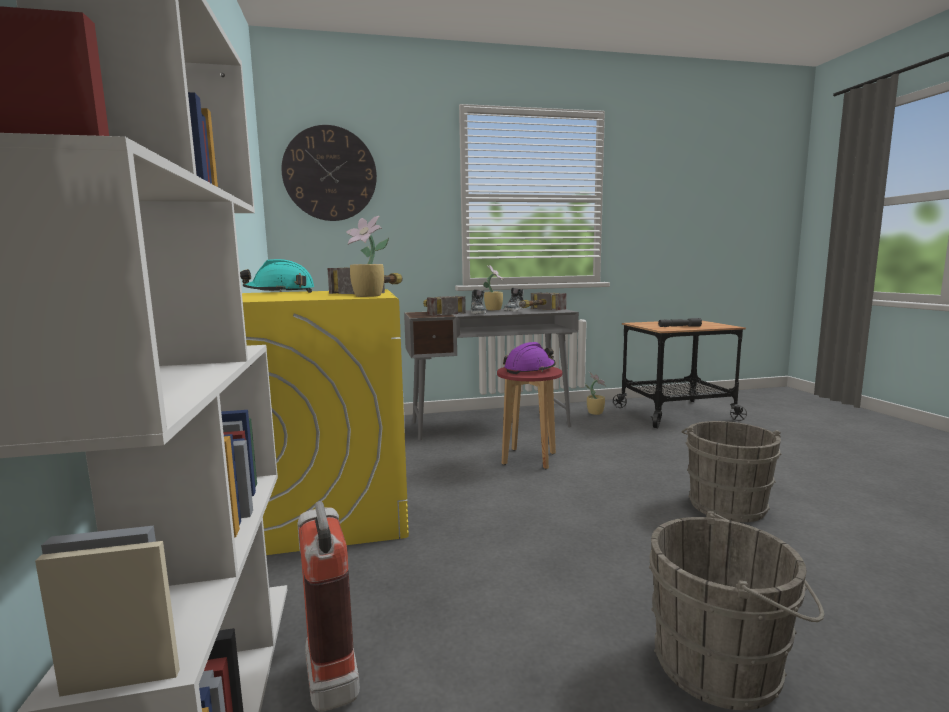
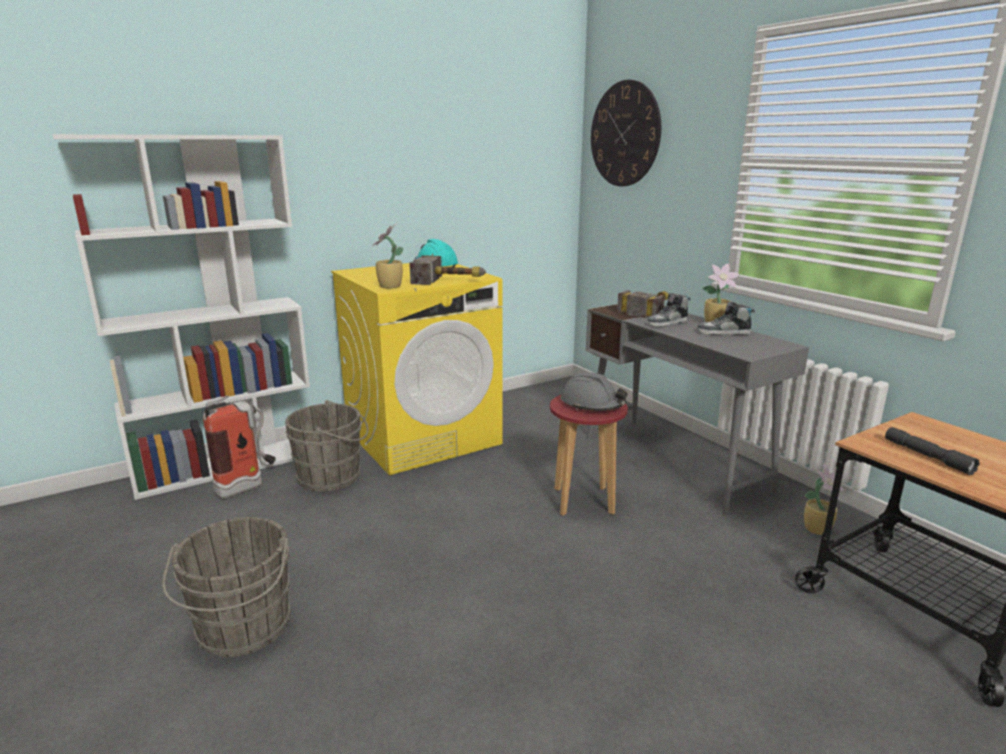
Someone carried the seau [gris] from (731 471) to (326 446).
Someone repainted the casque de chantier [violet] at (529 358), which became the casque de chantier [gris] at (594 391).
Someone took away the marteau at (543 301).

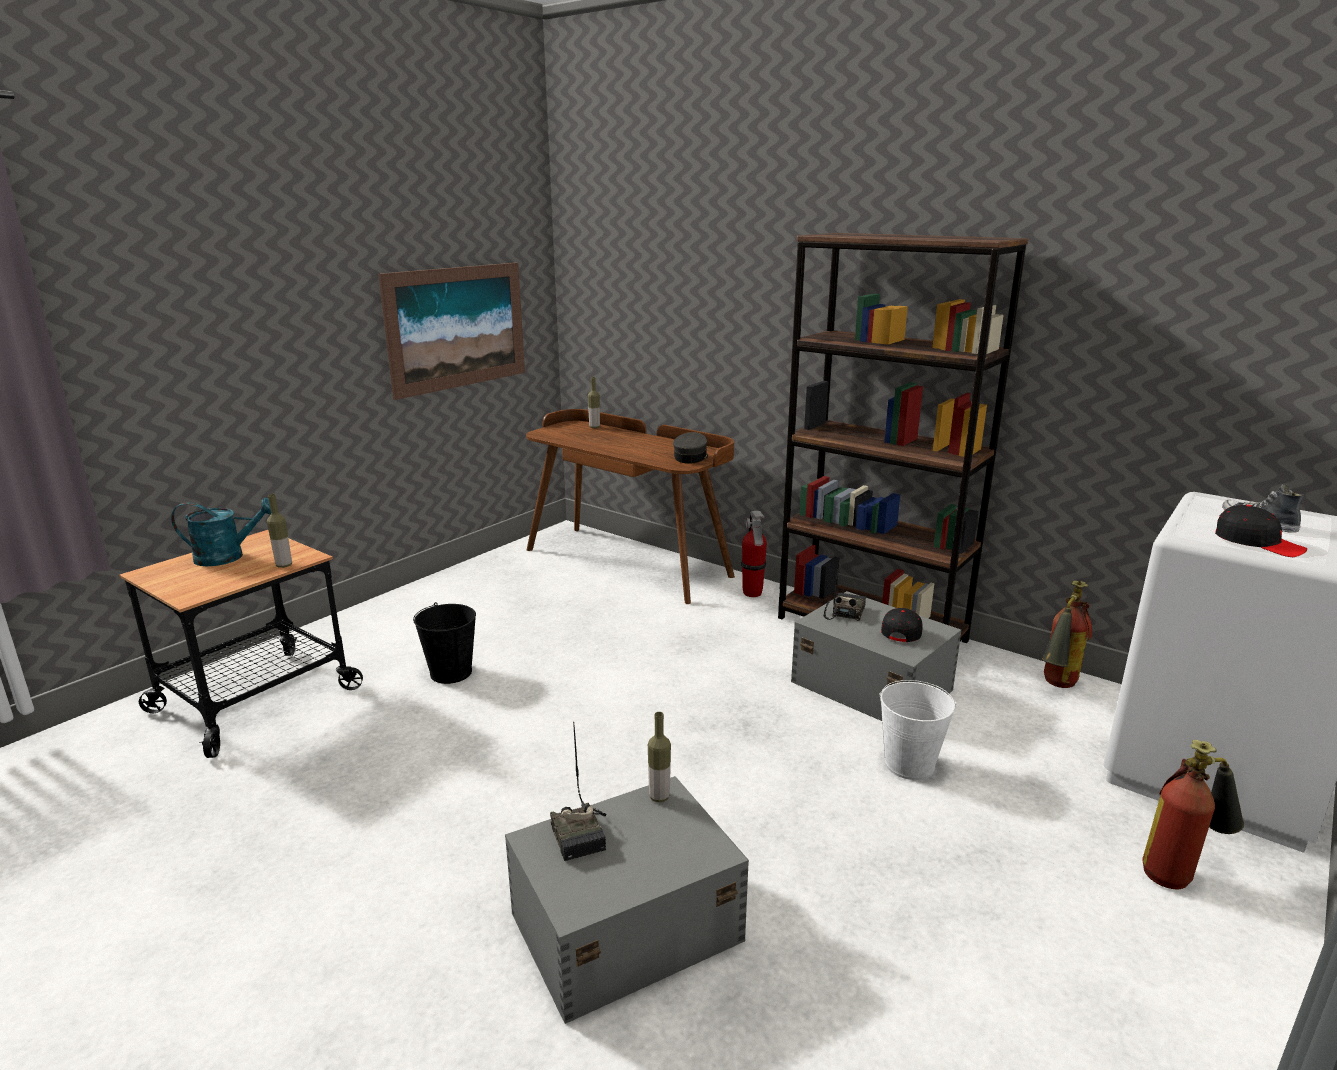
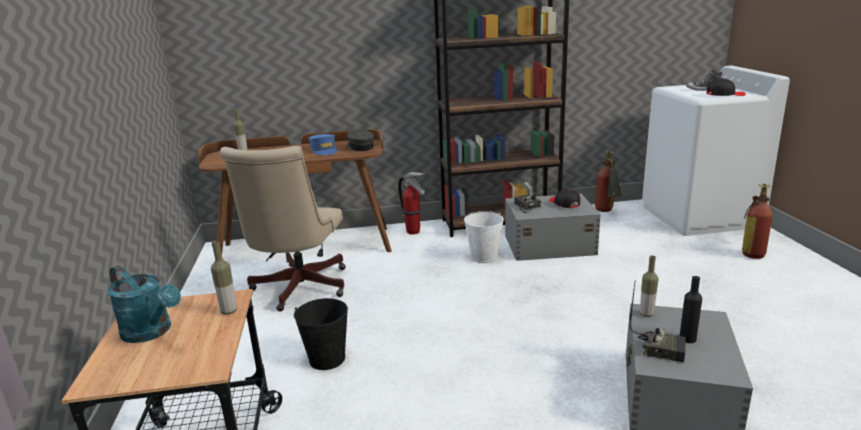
Someone rotated the arrosoir [turquoise] at (221 532) by 90 degrees clockwise.
Someone put down the chaise de bureau [beige] at (283 228).
Someone put down the casquette [bleu] at (323 144).
Someone carried the seau [blanc] from (918 730) to (484 237).
Someone put down the bouteille [noir] at (691 309).
Someone took away the tableau at (451 331).

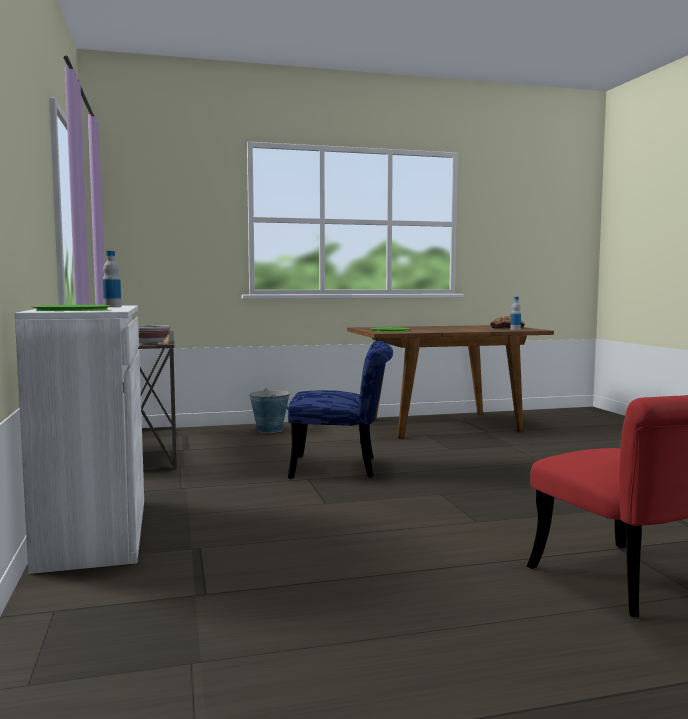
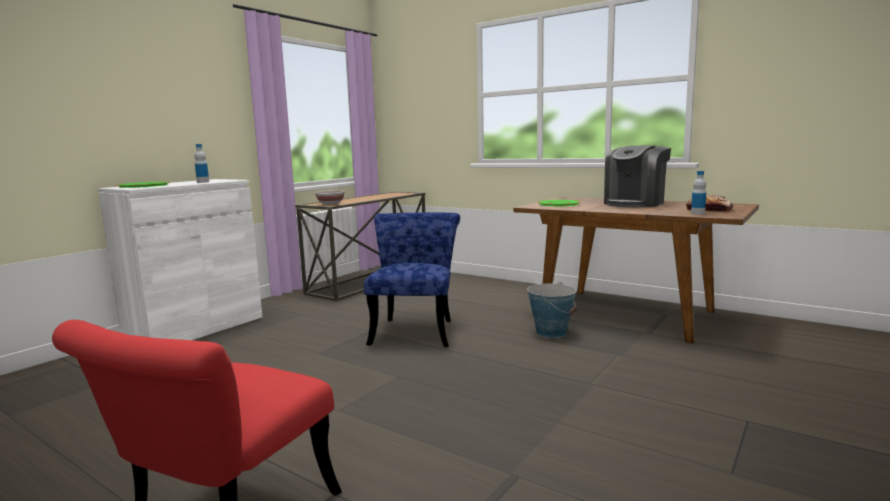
Someone rotated the chaise [bleu] at (340 410) by 135 degrees counterclockwise.
Someone carried the seau from (269 410) to (552 310).
Someone put down the machine à café at (637 176).

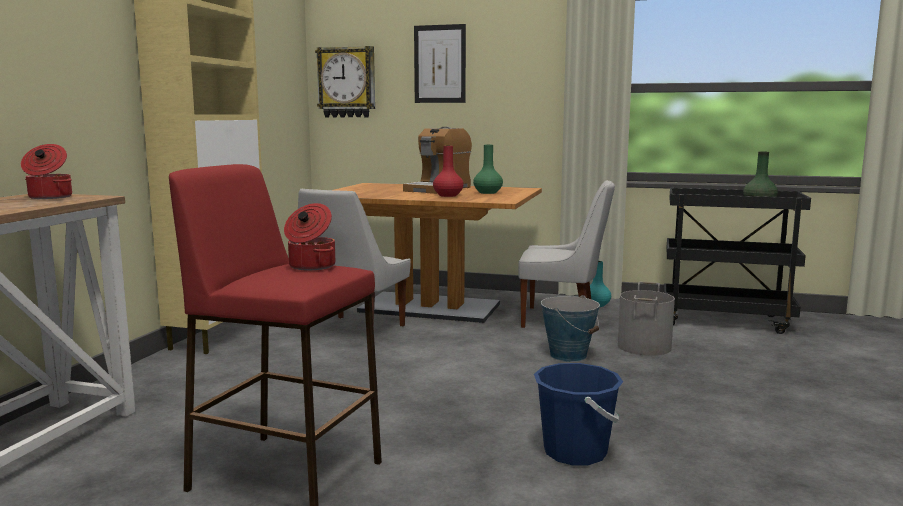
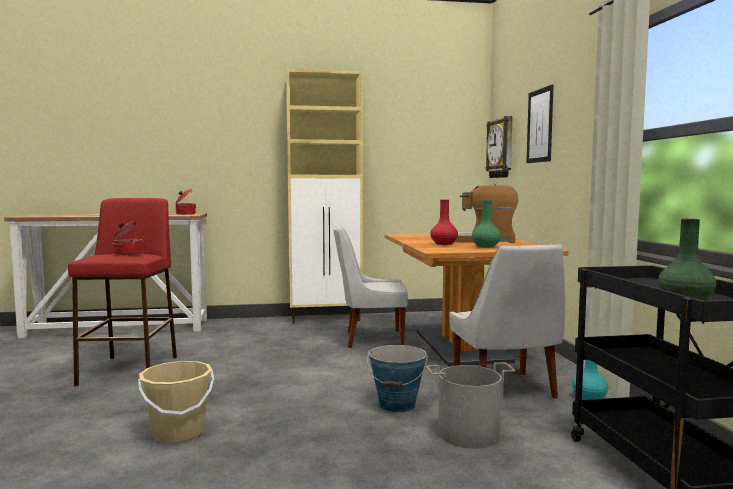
Someone repainted the seau [bleu] at (578 414), which became the seau [beige] at (176 402).

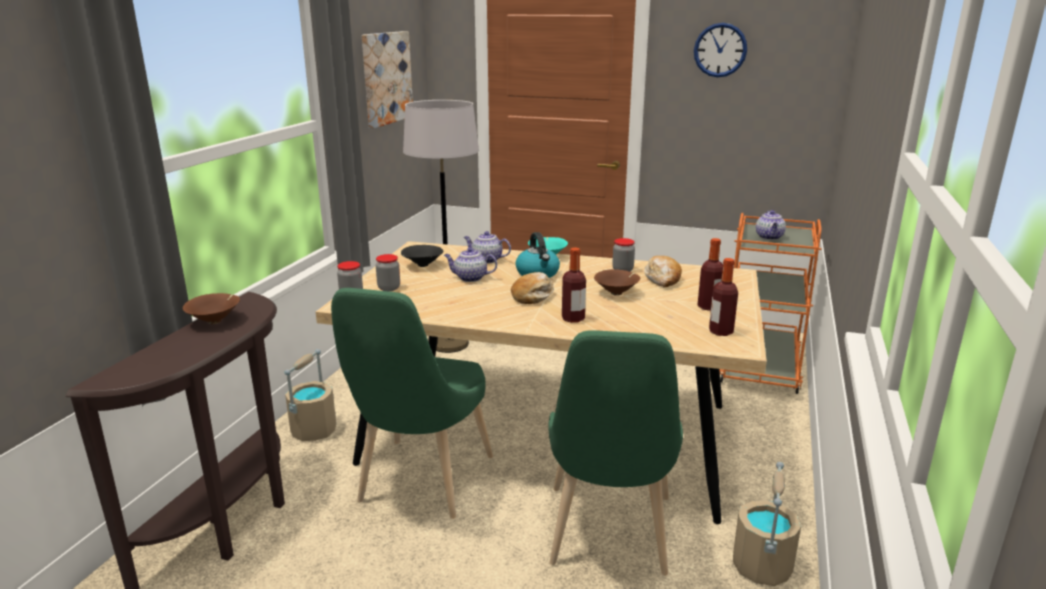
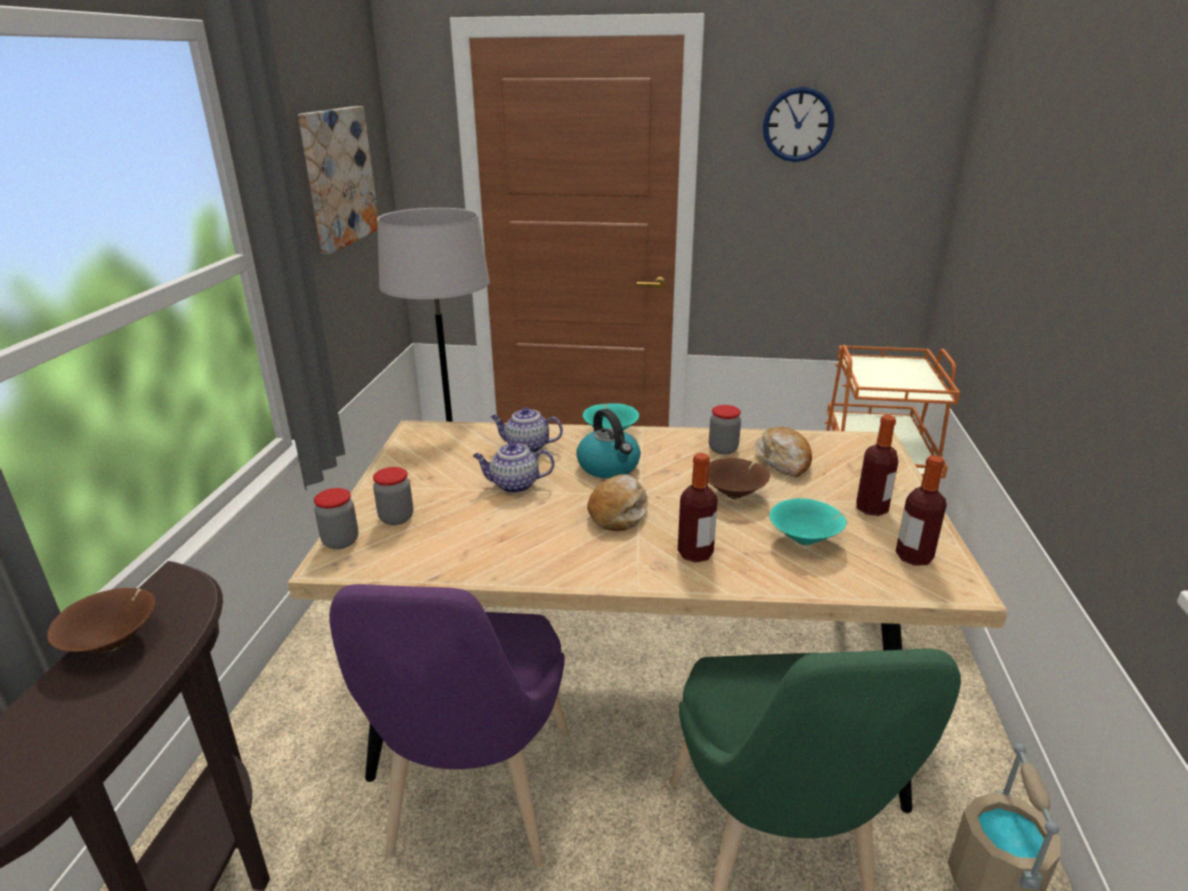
Someone repainted the chaise [vert] at (412 403), which became the chaise [violet] at (449 725).
Someone put down the bol [turquoise] at (808 522).
Someone took away the seau [beige] at (310 395).
Someone took away the bol [noir] at (422 256).
Someone took away the théière at (771 225).

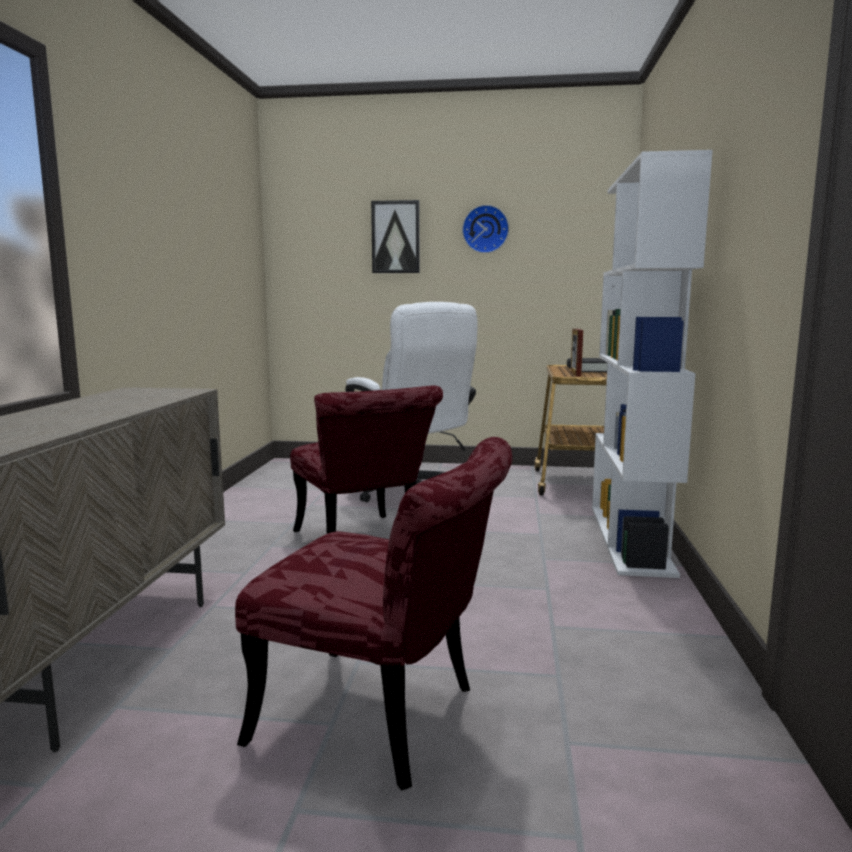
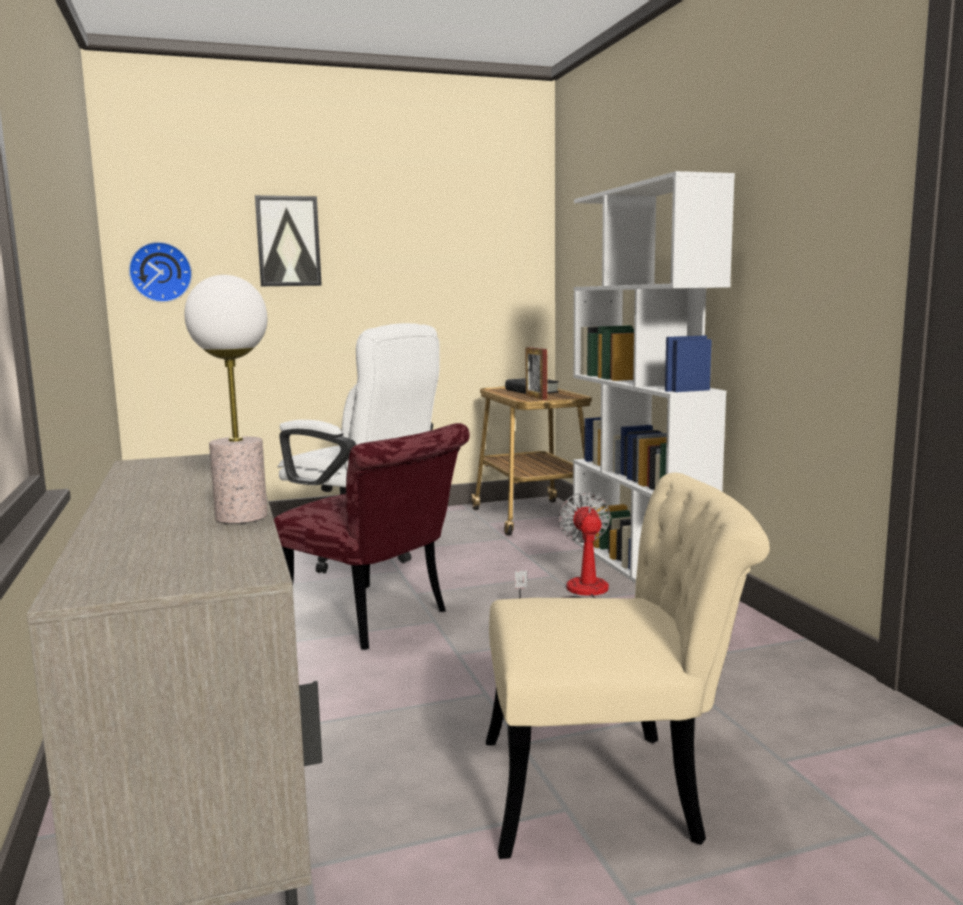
Someone carried the horloge murale from (485 229) to (160 272).
Someone put down the lampe de table at (226 399).
Someone repainted the chaise [rouge] at (373 613), which became the chaise [beige] at (628 665).
Someone put down the ventilateur at (562 545).

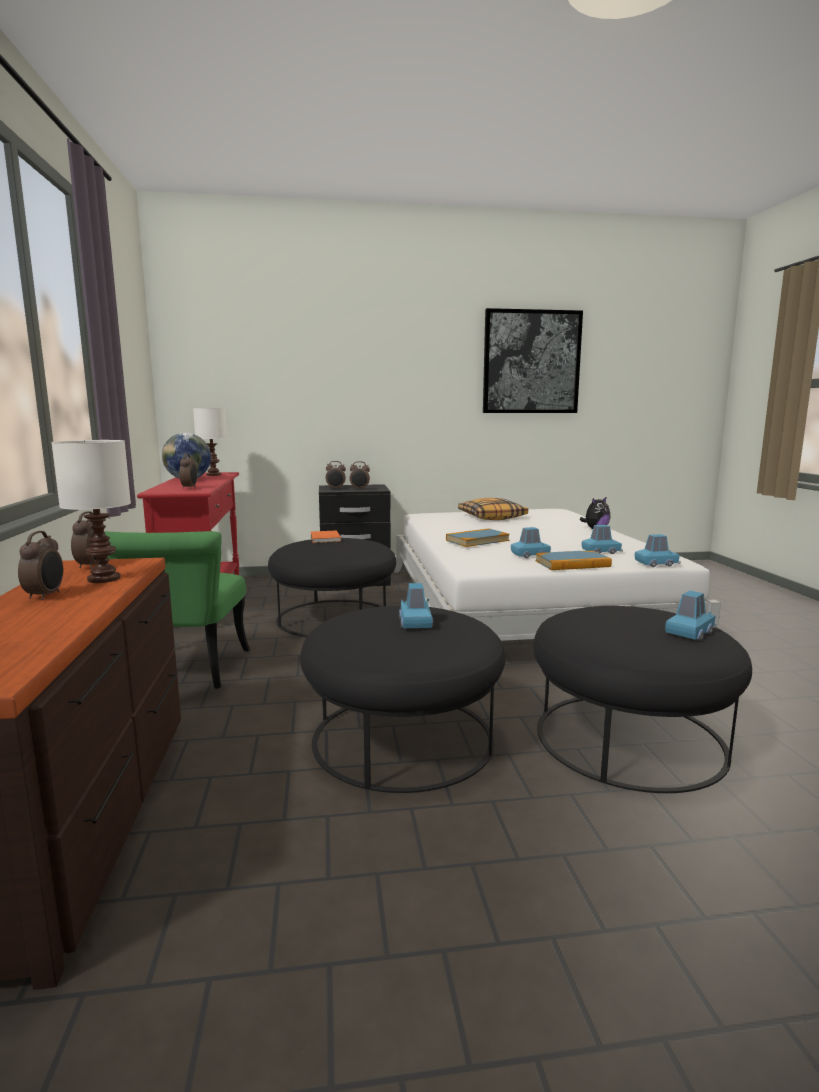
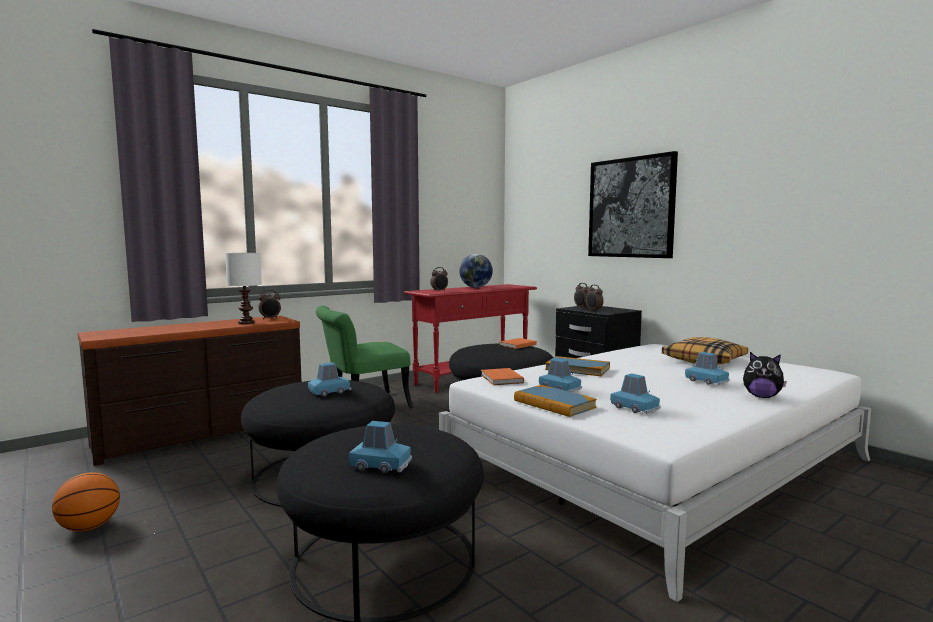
Someone put down the ballon de basket at (86 502).
Someone put down the livre [orange] at (502 376).
Someone carried the tableau from (533 360) to (633 204).
Someone carried the petite voiture [bleu] from (658 550) to (707 368).
Someone took away the réveil at (40 565).
Someone took away the lampe de table [blanc] at (210 442).

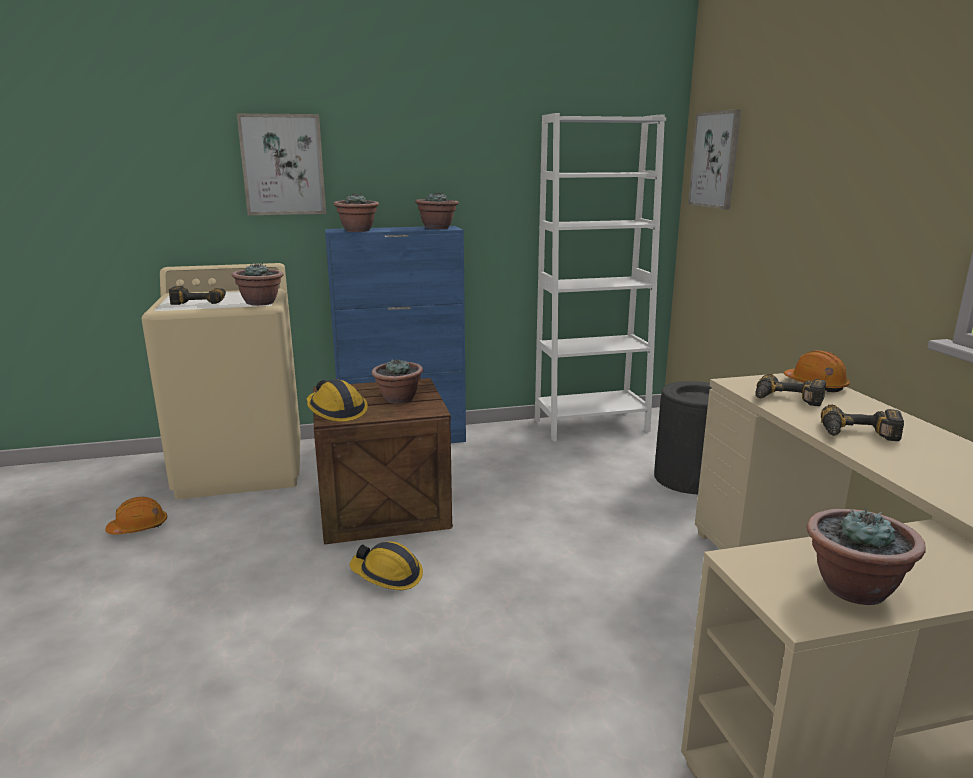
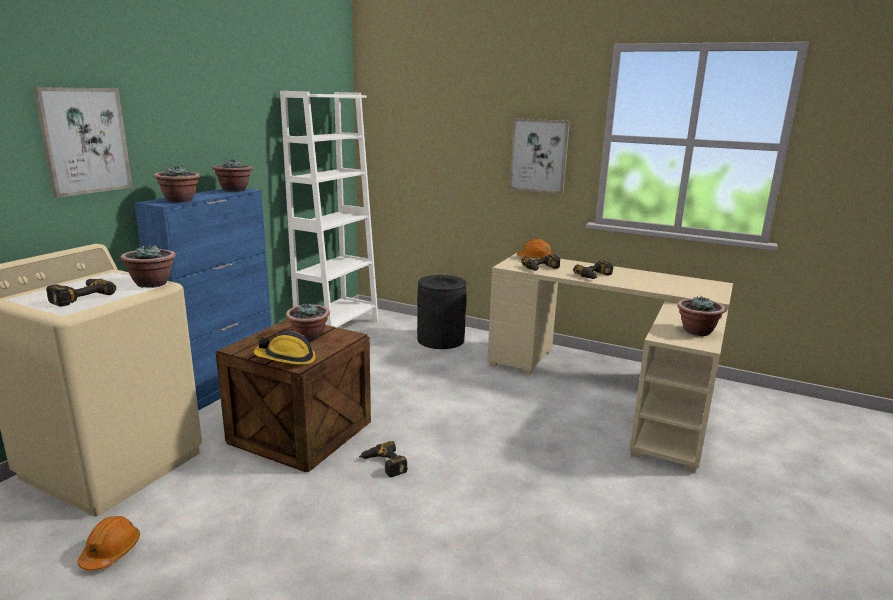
Someone swapped the casque de chantier at (386 565) for the perceuse at (383 459).
Someone carried the tableau from (714 159) to (540 156).

